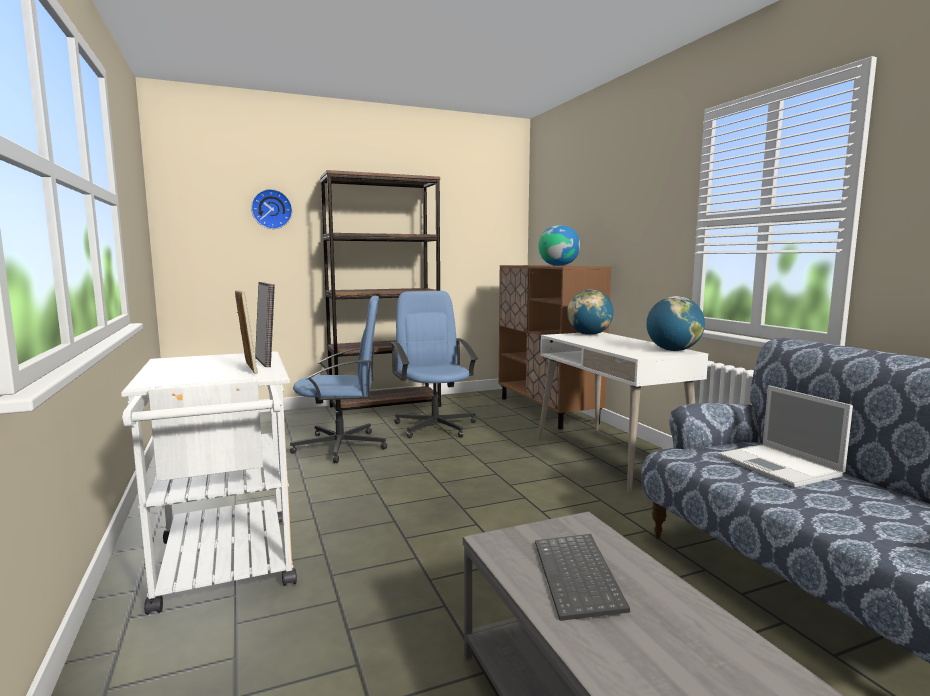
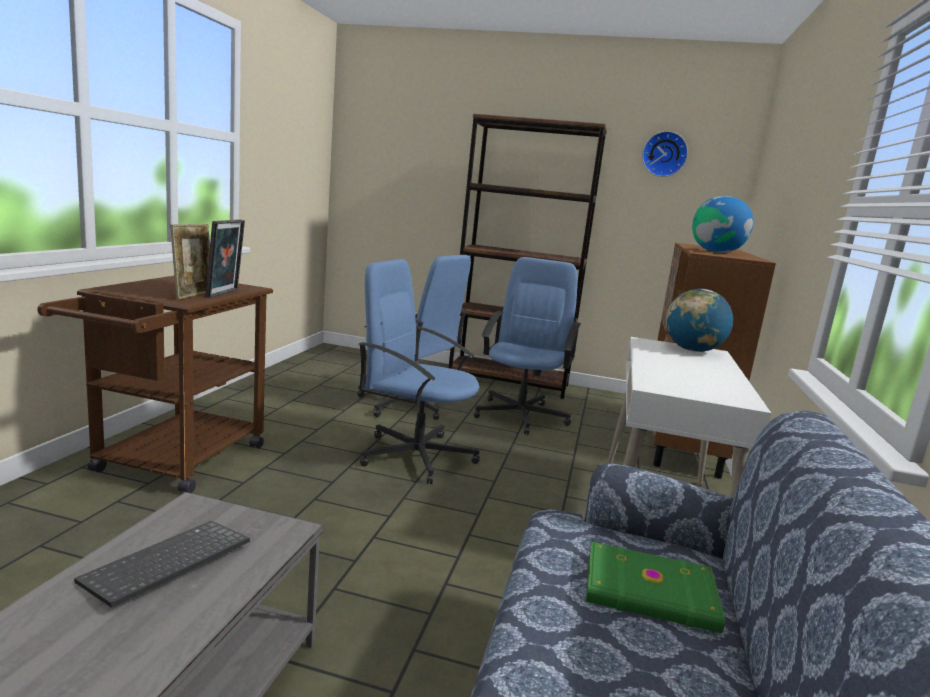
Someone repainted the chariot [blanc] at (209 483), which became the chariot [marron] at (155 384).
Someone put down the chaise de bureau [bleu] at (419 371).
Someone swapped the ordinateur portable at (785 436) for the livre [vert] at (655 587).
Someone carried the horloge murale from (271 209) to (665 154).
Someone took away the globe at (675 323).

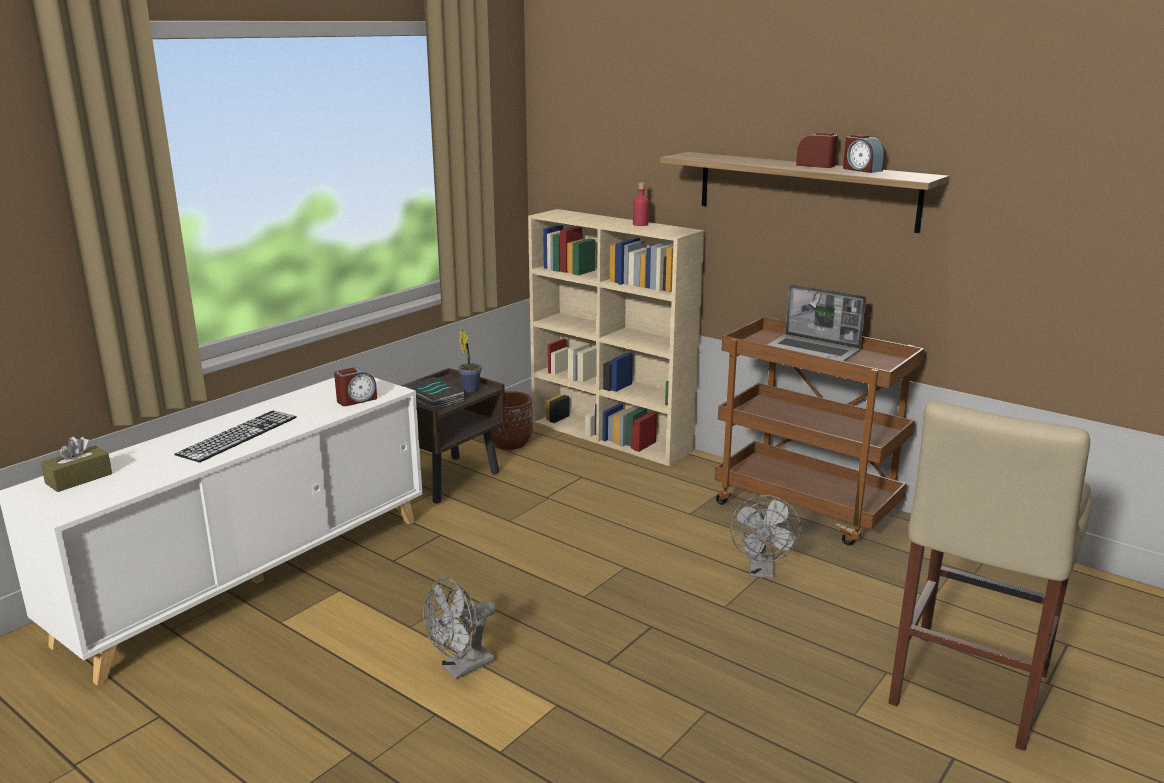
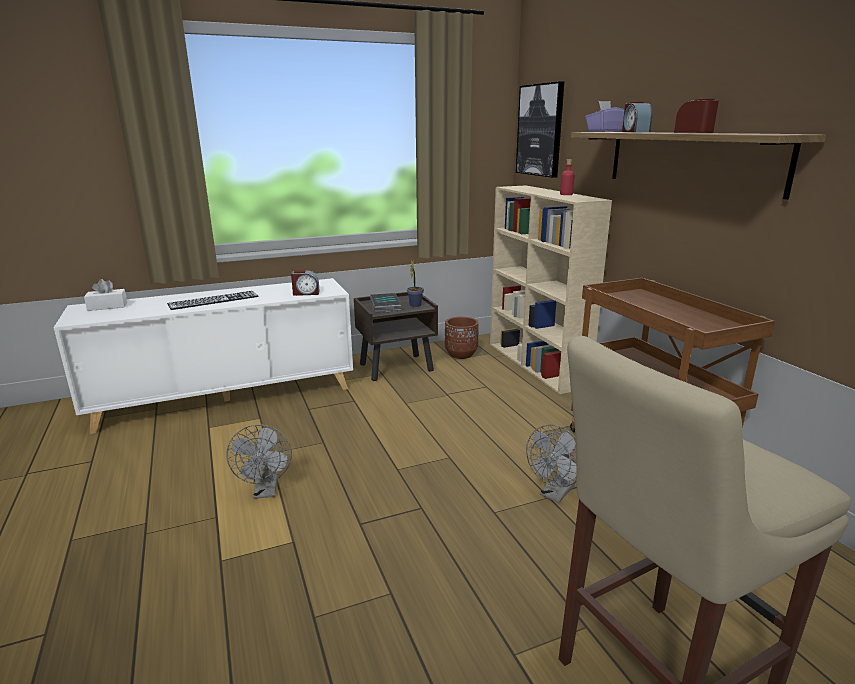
Someone repainted the boîte à mouchoirs [marron] at (76 464), which became the boîte à mouchoirs [blanc] at (105 295).
Someone rotated the ventilateur [gris] at (459 628) by 90 degrees counterclockwise.
Someone put up the tableau at (540 129).
Someone put down the boîte à mouchoirs [violet] at (605 116).
Someone carried the réveil from (864 153) to (637 117).
Someone took away the ordinateur portable at (816 322).

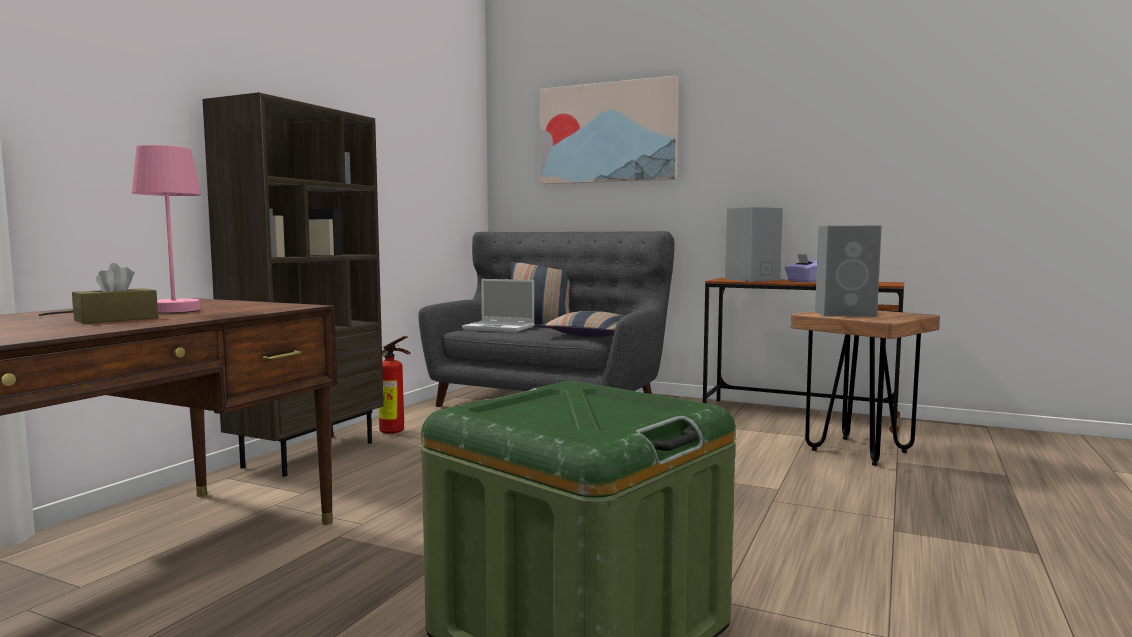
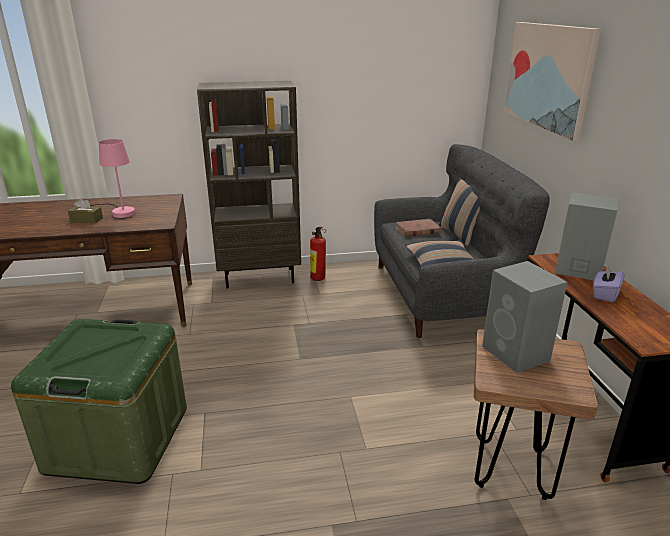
Someone swapped the ordinateur portable at (498 305) for the livre [marron] at (418 228).

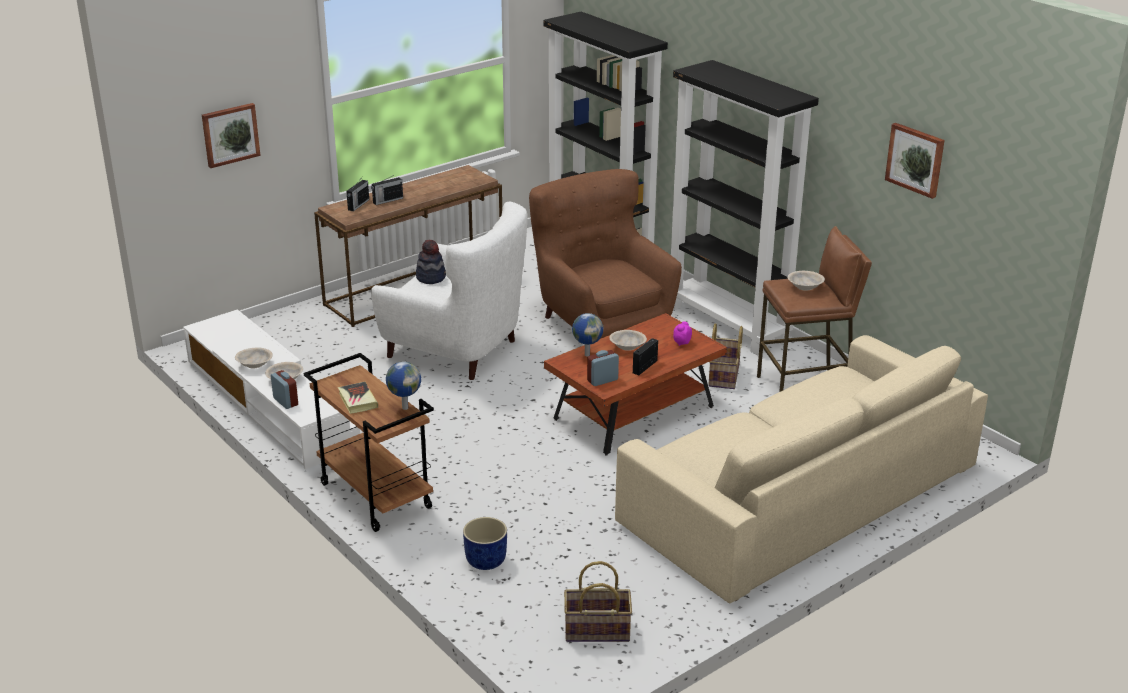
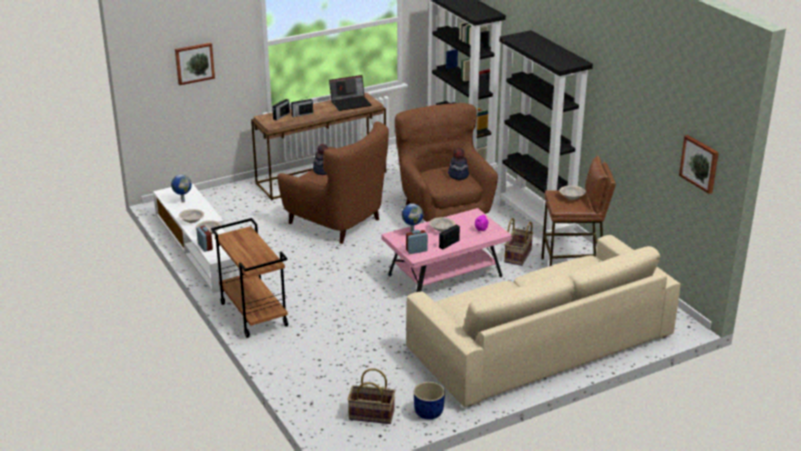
Someone carried the globe from (403 386) to (181 189).
Someone repainted the fauteuil [blanc] at (449 290), which became the fauteuil [marron] at (333 183).
Someone put down the ordinateur portable at (350 93).
Someone repainted the table basse [marron] at (635 384), which became the table basse [rose] at (446 250).
Someone carried the cache-pot [bleu] from (485 543) to (429 401).
Someone put down the chapeau at (458 164).
Someone carried the tableau from (915 161) to (699 164).
Someone took away the livre at (358 398).

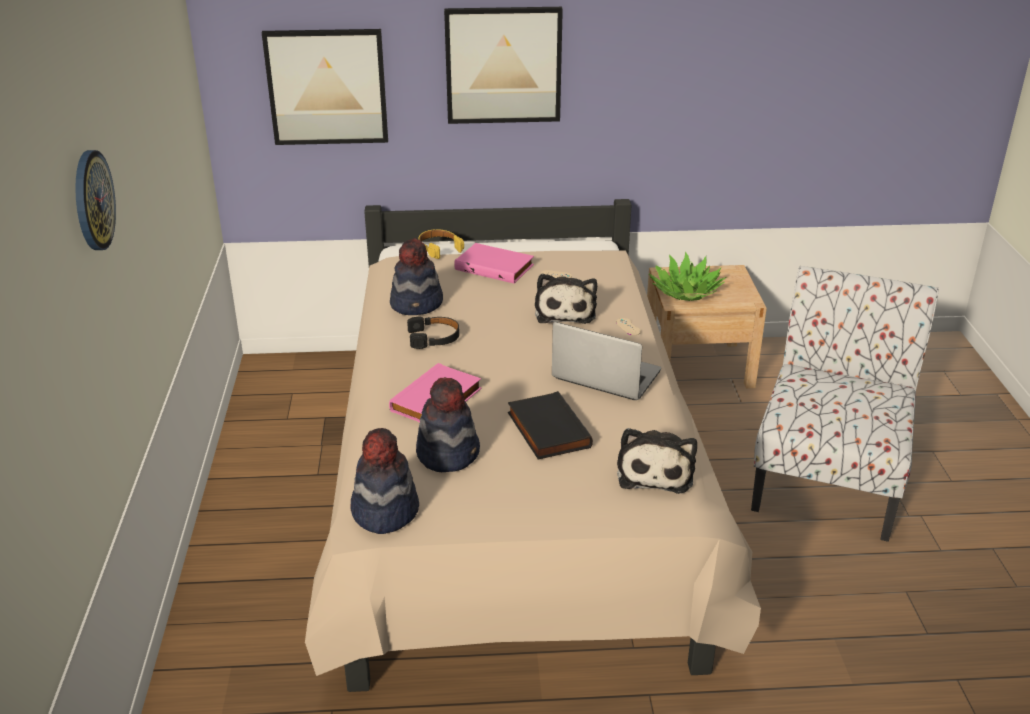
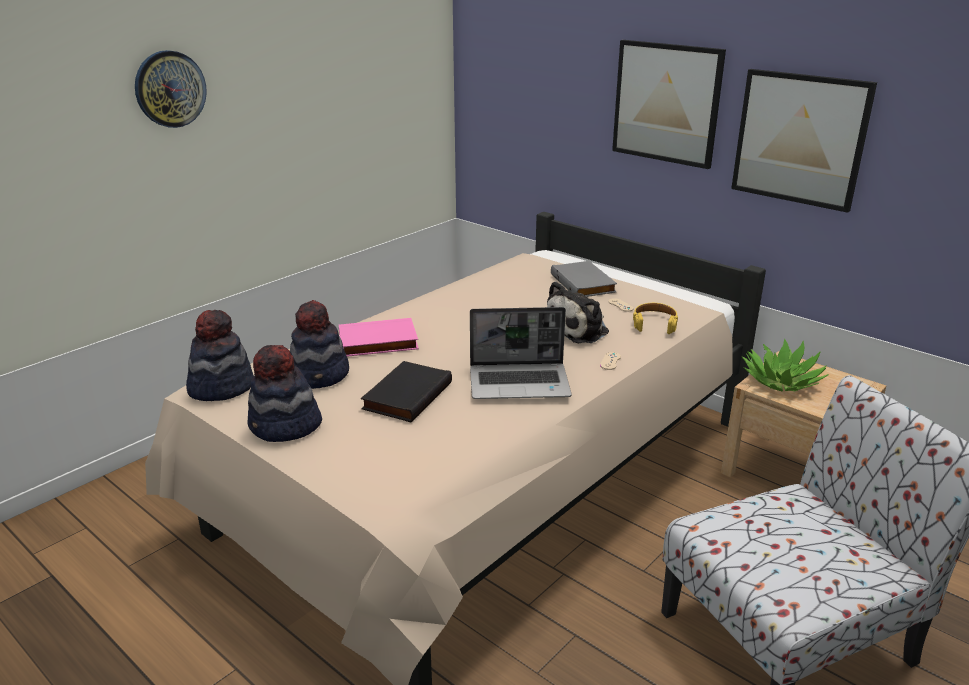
Someone carried the chapeau from (416 276) to (285 393).
Someone rotated the ordinateur portable at (606 361) by 105 degrees clockwise.
Someone repainted the livre [rose] at (494 263), which became the livre [gris] at (584 279).
Someone carried the casque audio [jaune] from (441 244) to (655 318).
Someone carried the tableau from (325 87) to (804 141).
Someone took away the casque audio [noir] at (433 333).
Someone took away the peluche at (657 461).

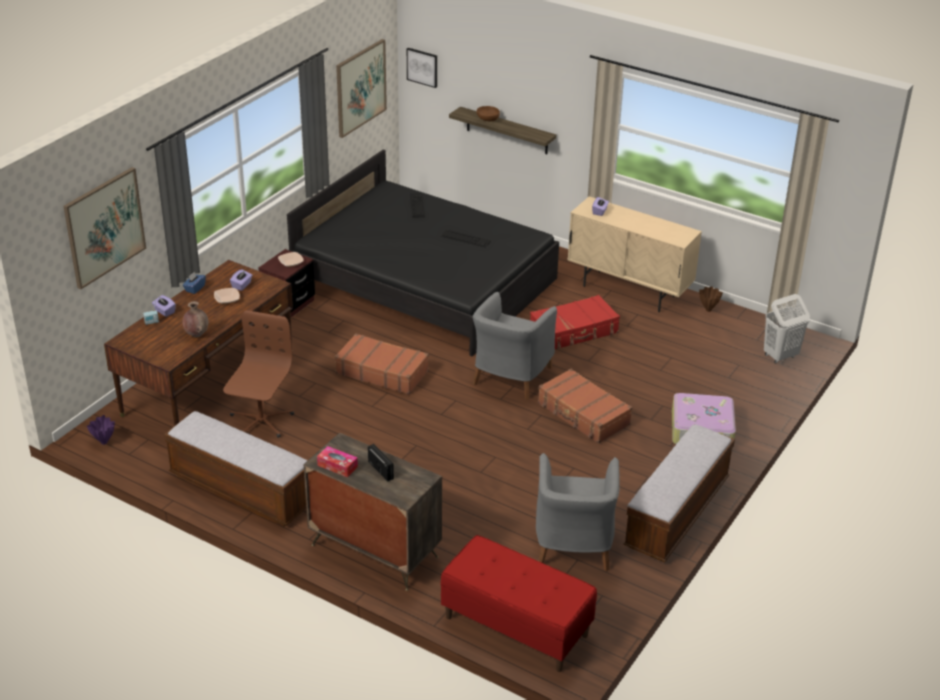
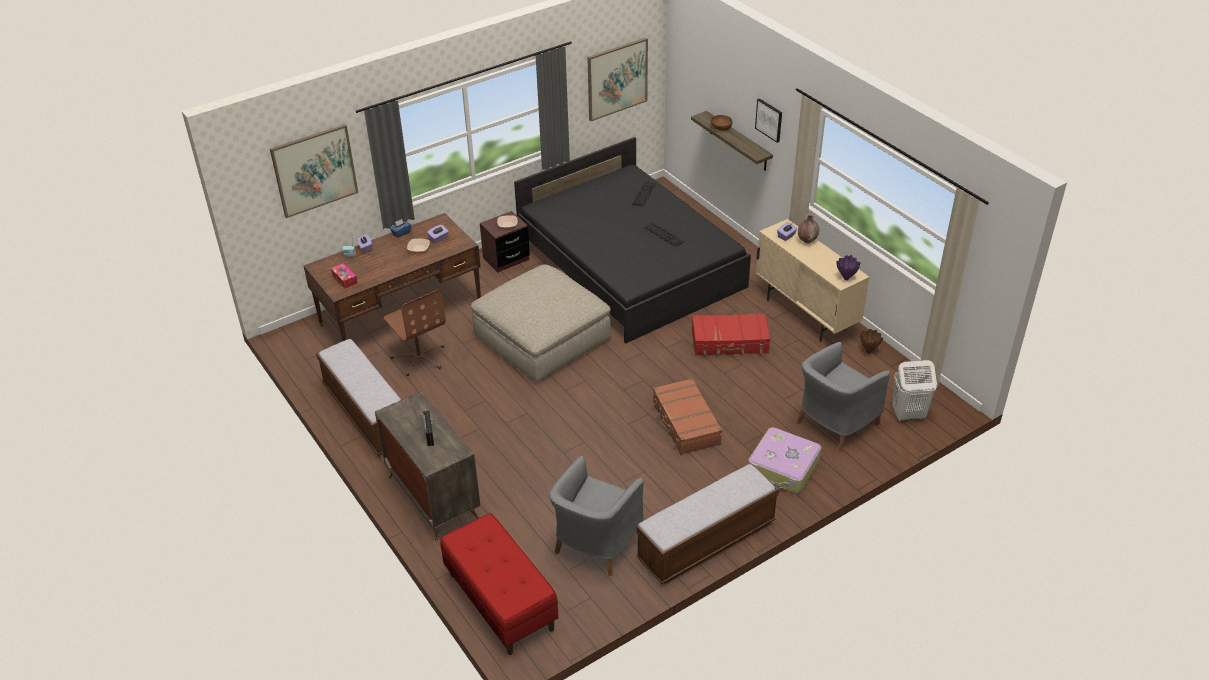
Someone carried the boîte à mouchoirs from (337 461) to (344 275).
Someone rotated the chaise de bureau [marron] at (258 374) by 105 degrees clockwise.
Someone swapped the valise [marron] at (382 364) for the pouf [beige] at (541 323).
Someone carried the tableau from (422 68) to (768 120).
Someone carried the fauteuil [gris] from (515 346) to (843 397).
Someone carried the vase [marron] from (195 319) to (808 228).
Someone carried the vase [violet] from (101 430) to (848 267).

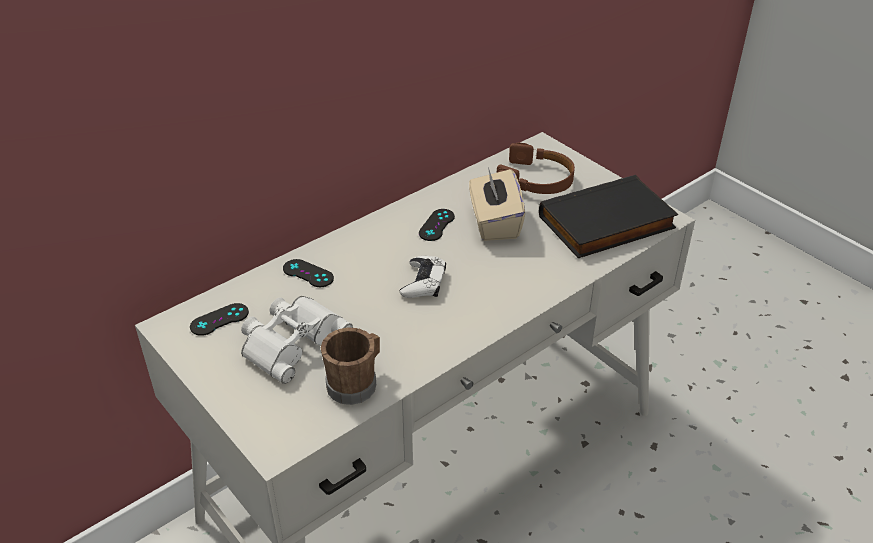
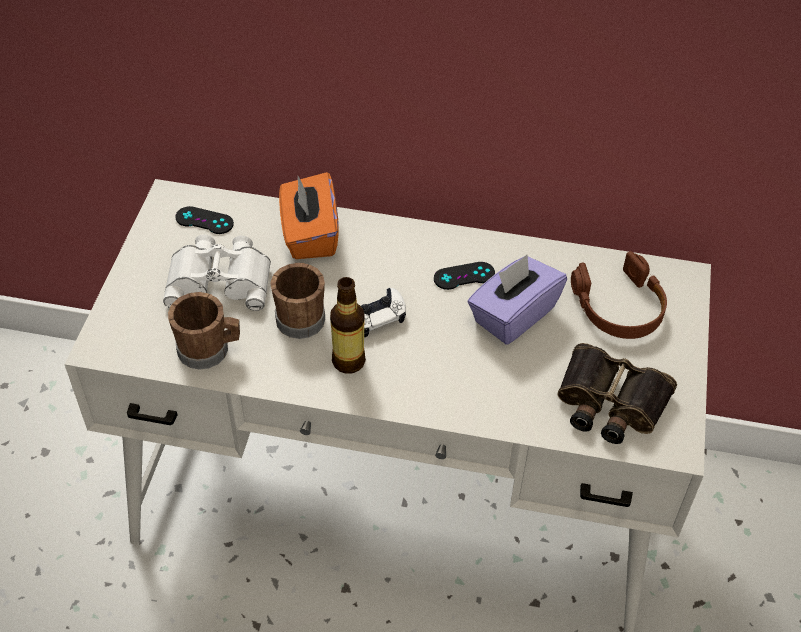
Someone put down the mug [marron] at (297 301).
Someone swapped the manette [noir] at (308 273) for the boîte à mouchoirs [orange] at (309 215).
Someone put down the bouteille at (348 325).
Someone repainted the boîte à mouchoirs [beige] at (497 204), which became the boîte à mouchoirs [violet] at (517 300).
Someone swapped the livre [noir] at (608 216) for the jumelles at (617 393).

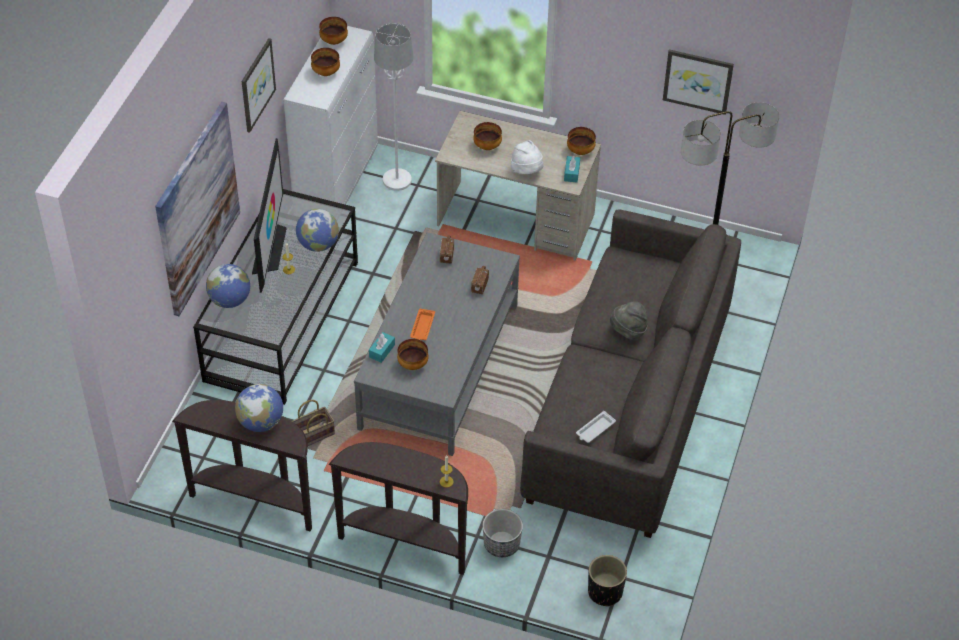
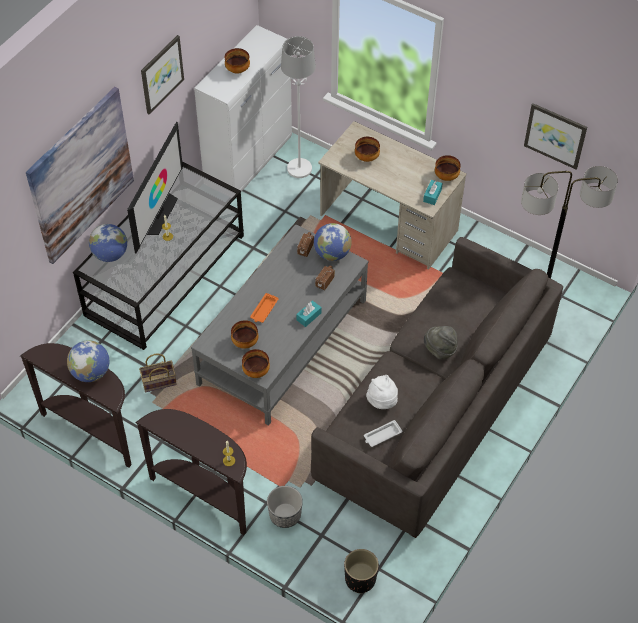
Someone carried the bol from (333 31) to (256 363).
Someone carried the boîte à mouchoirs [turquoise] from (382 347) to (308 314).
Someone carried the globe from (317 230) to (333 242).
Someone carried the chapeau [blanc] from (527 157) to (382 392).

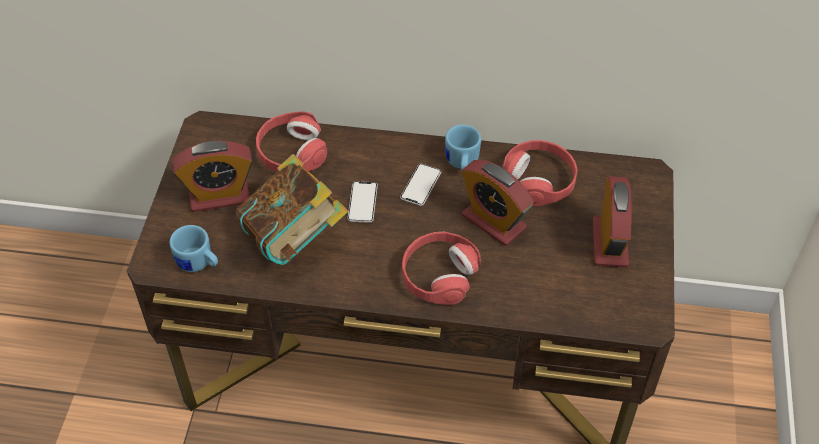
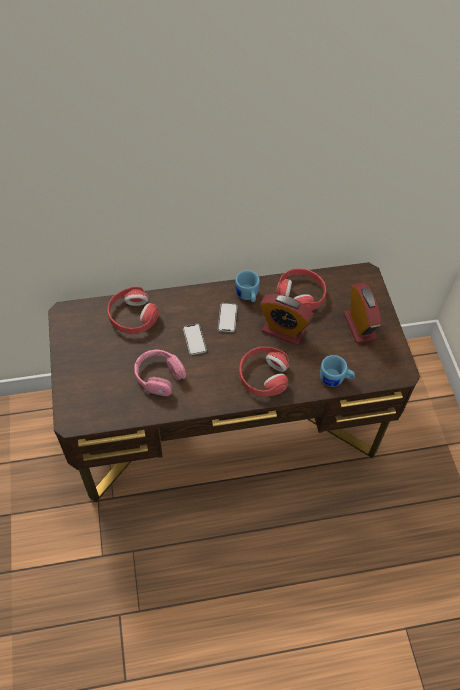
Someone swapped the livre at (292 209) for the casque audio [rose] at (160 372).
Someone carried the mug [bleu] from (194 248) to (337 371).
Someone took away the réveil at (212 176).

